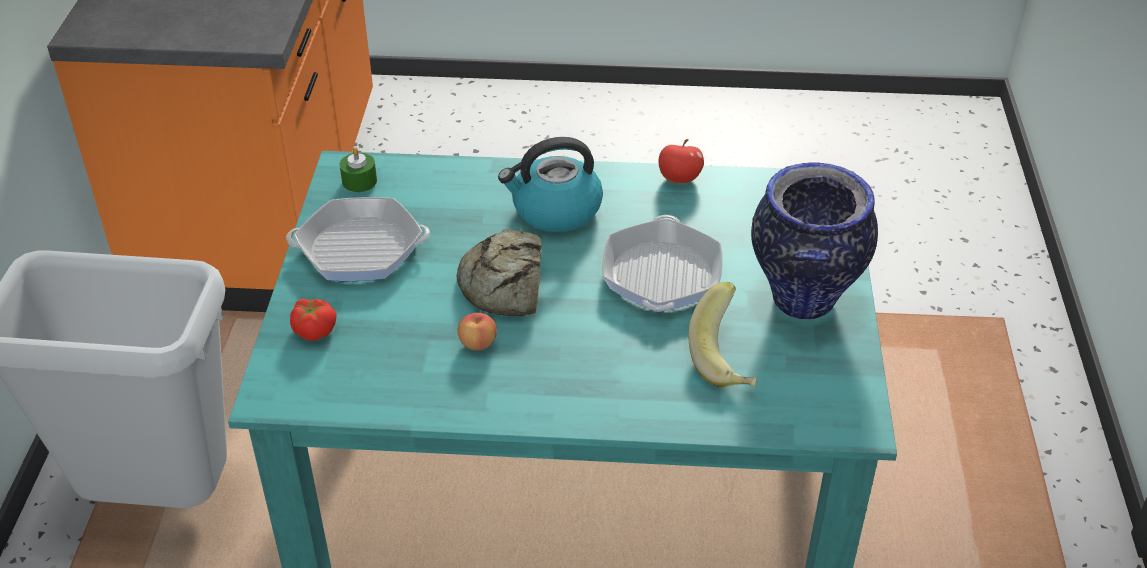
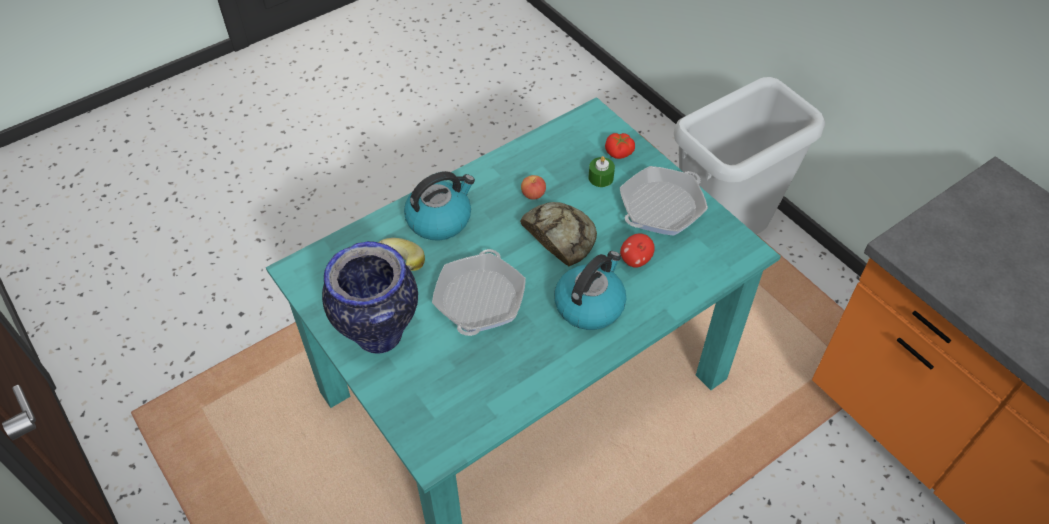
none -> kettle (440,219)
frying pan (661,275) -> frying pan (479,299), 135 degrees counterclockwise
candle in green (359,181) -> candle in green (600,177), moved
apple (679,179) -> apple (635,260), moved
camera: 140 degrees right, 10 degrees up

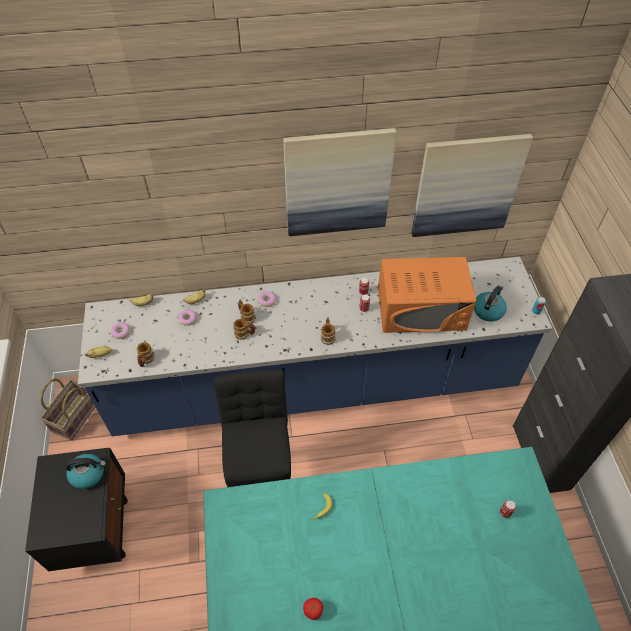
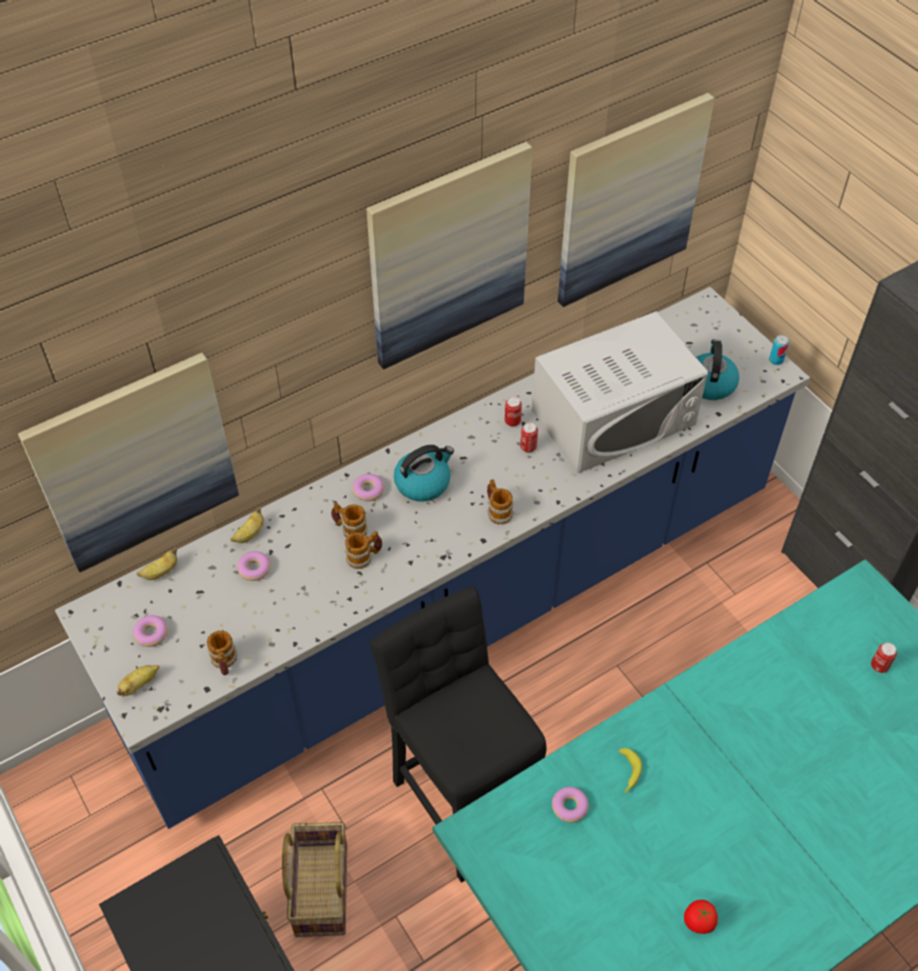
none -> picture (135,462)
basket (74,416) -> basket (319,889), moved
kettle (88,474) -> kettle (423,482), moved
microwave in orange (421,309) -> microwave in white (614,417)
none -> donut (569,806)
camera: 25 degrees left, 0 degrees up

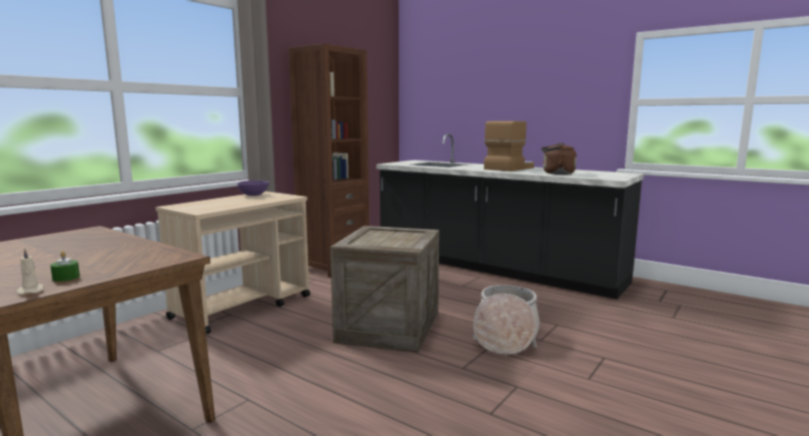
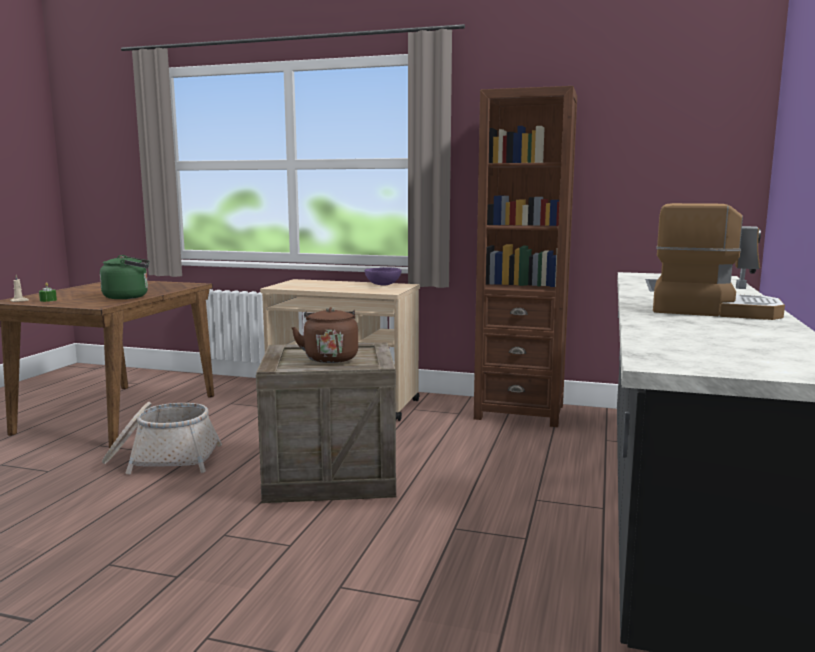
none -> kettle in green (129,297)
basket (505,336) -> basket (162,459), moved
kettle in brown (556,173) -> kettle in brown (330,358), moved
camera: 70 degrees right, 0 degrees up

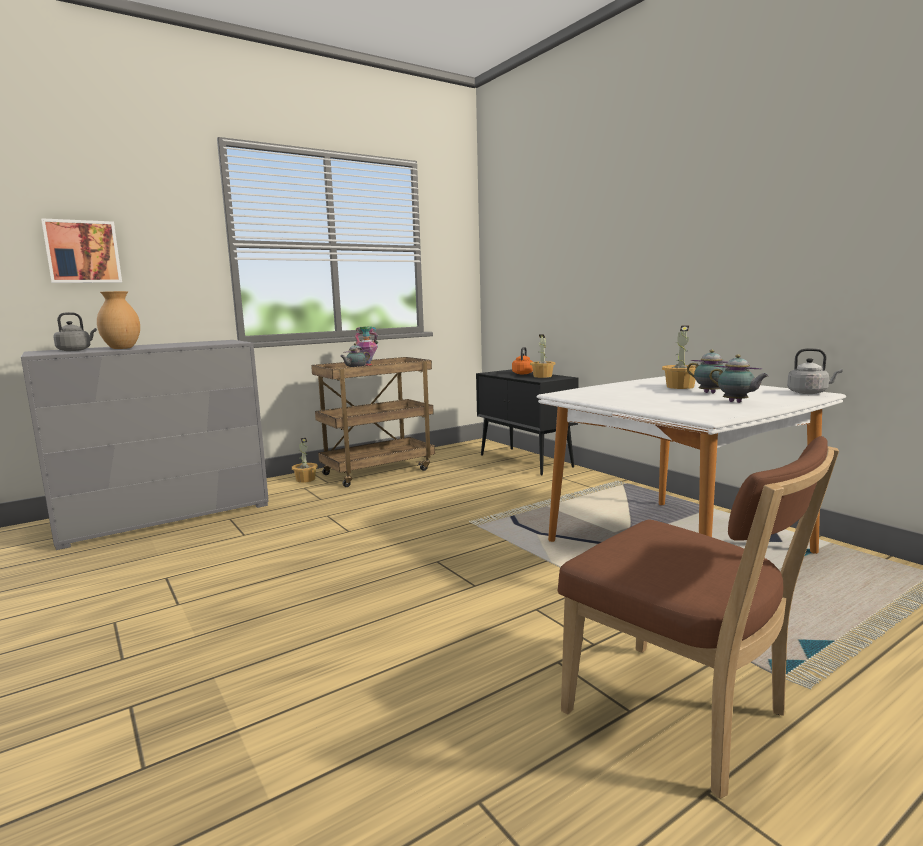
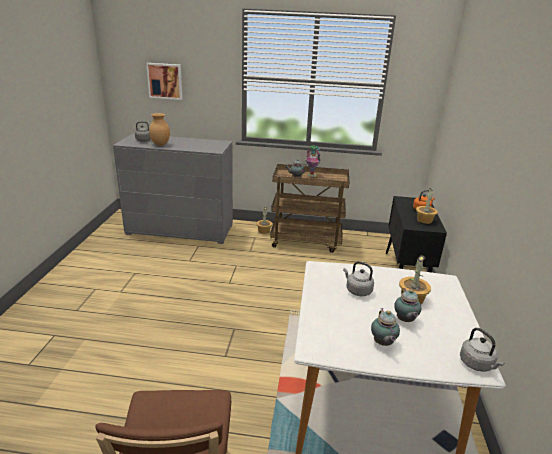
none -> kettle in grey (357,290)
camera: 40 degrees right, 15 degrees up

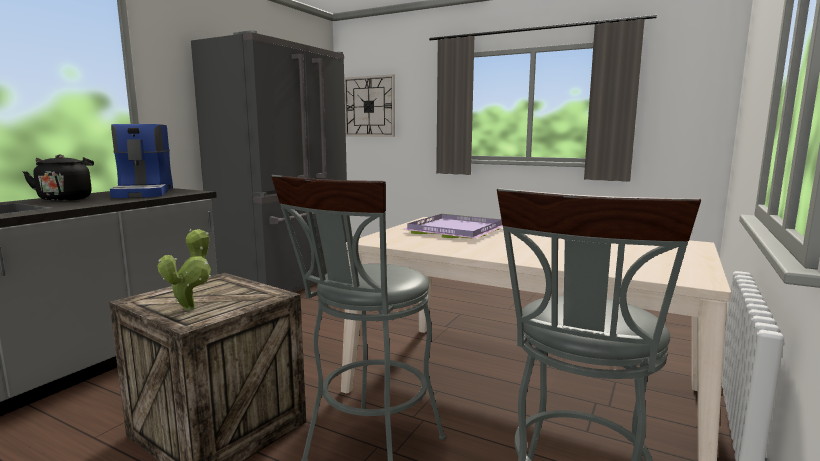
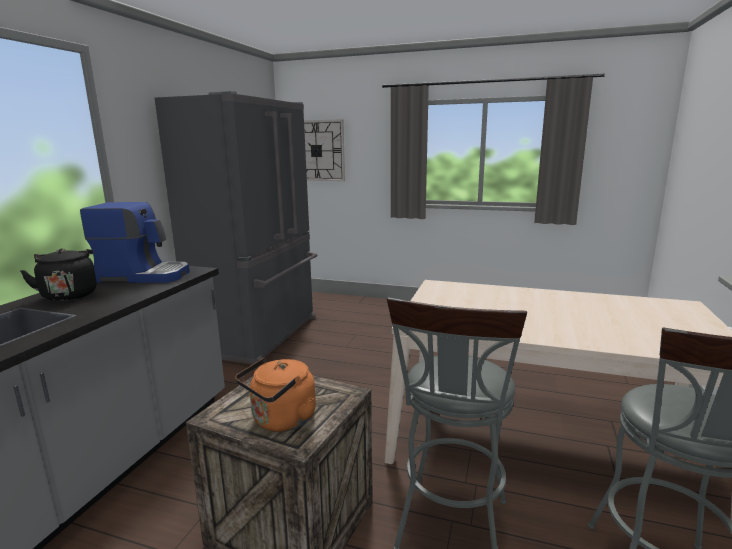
coffee machine (145,193) -> coffee machine (144,275), 60 degrees counterclockwise
potted plant (192,307) -> kettle in orange (281,421)
tray in purple (453,230) -> none
camera: 10 degrees left, 5 degrees up

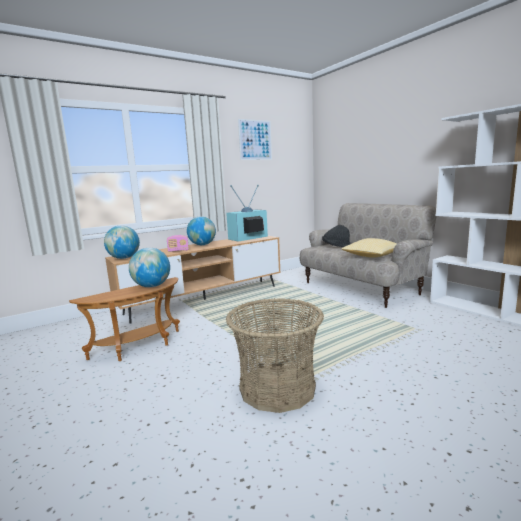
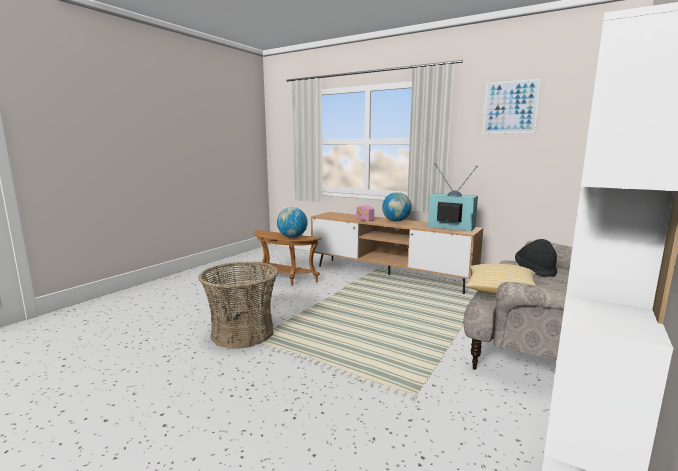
globe (124,258) -> none
camera: 65 degrees right, 0 degrees up

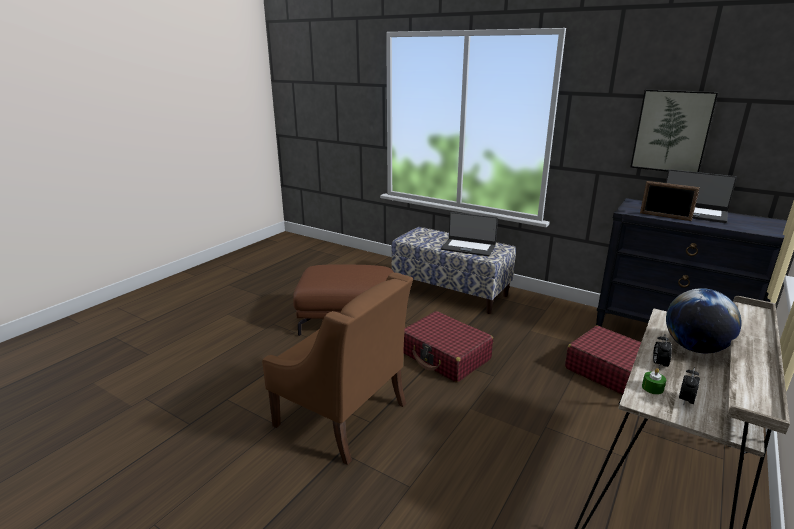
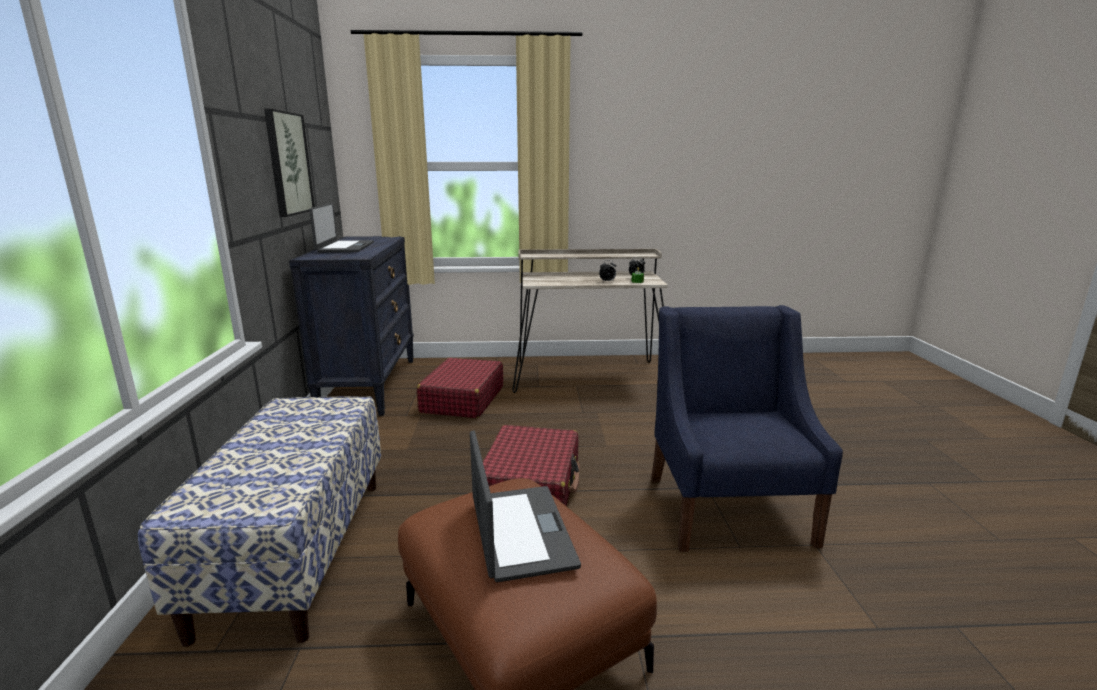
laptop (468,247) -> laptop (519,531), moved
armchair in brown (342,415) -> armchair in blue (728,508)
picture frame (665,217) -> none
globe (694,348) -> none
camera: 125 degrees left, 5 degrees down

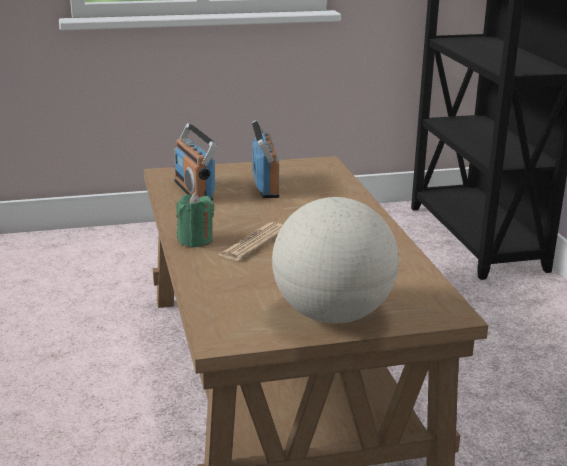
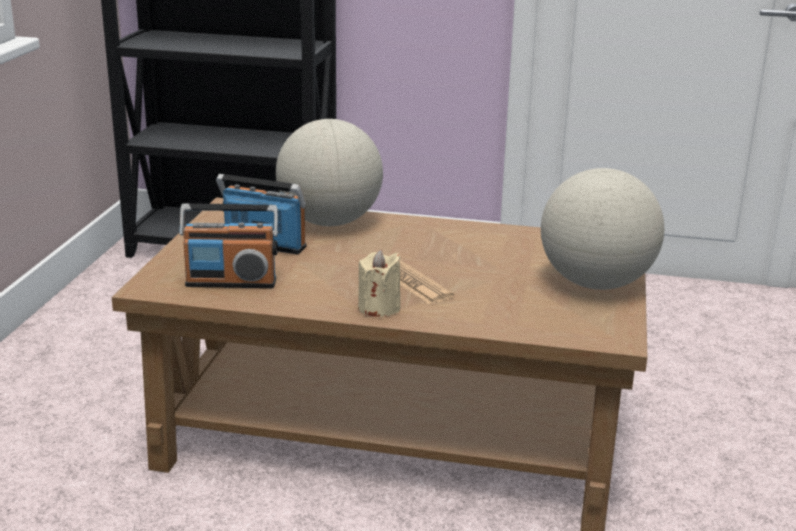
none -> globe (329,222)
candle in green (195,240) -> candle in beige (379,308)
camera: 65 degrees left, 0 degrees up

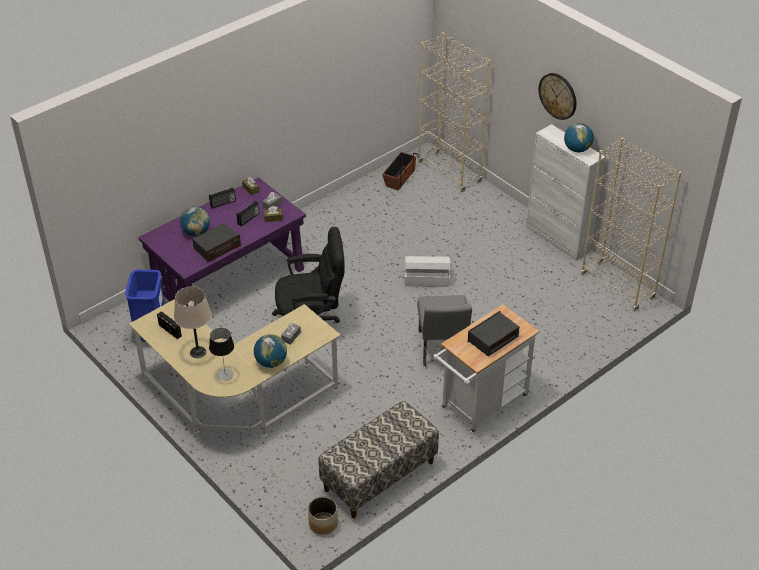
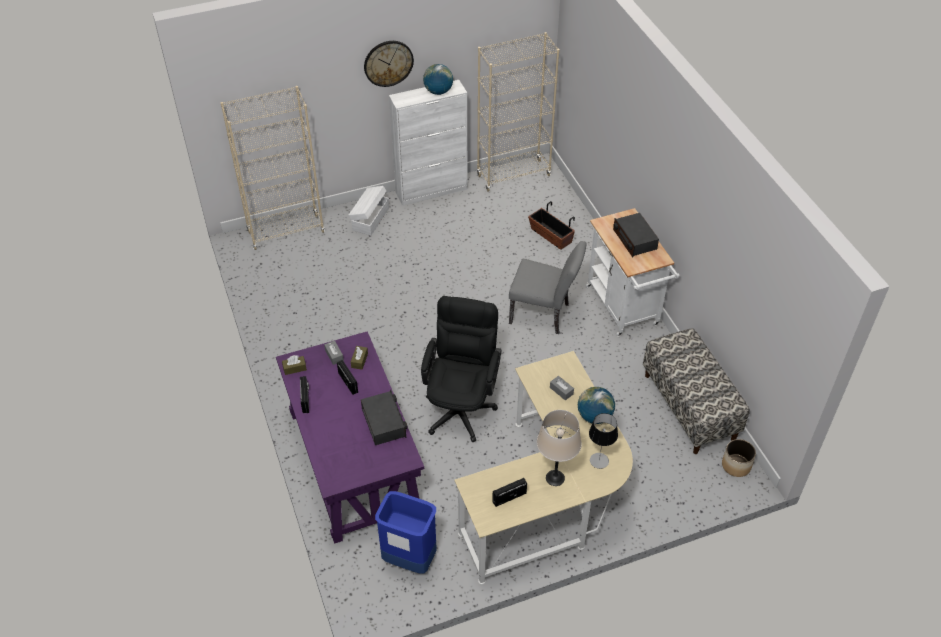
storage box in white (426,279) -> storage box in white (370,219), moved
planter (399,178) -> planter (550,236), moved
globe (196,232) -> none
camera: 70 degrees left, 5 degrees up

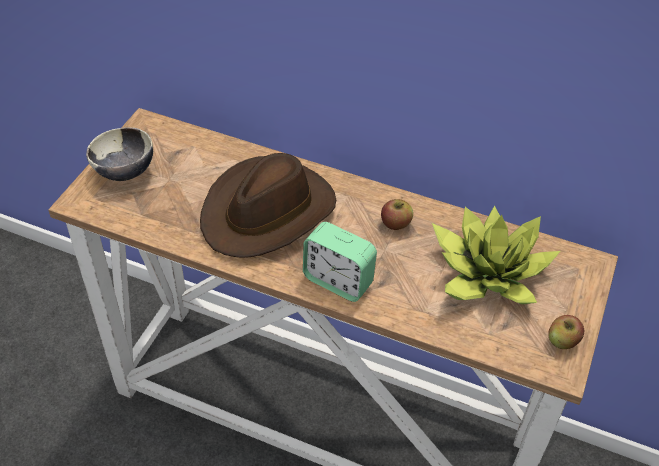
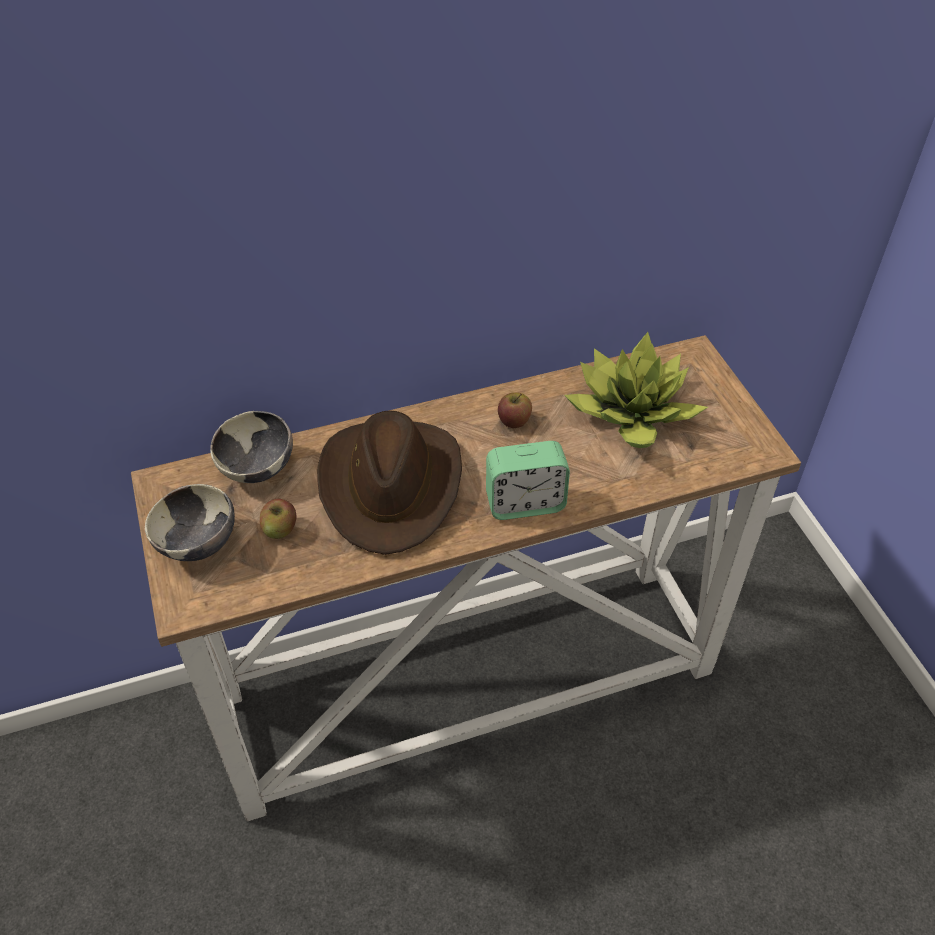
none -> bowl (258,469)
apple (562,341) -> apple (280,529), moved
camera: 40 degrees left, 0 degrees up

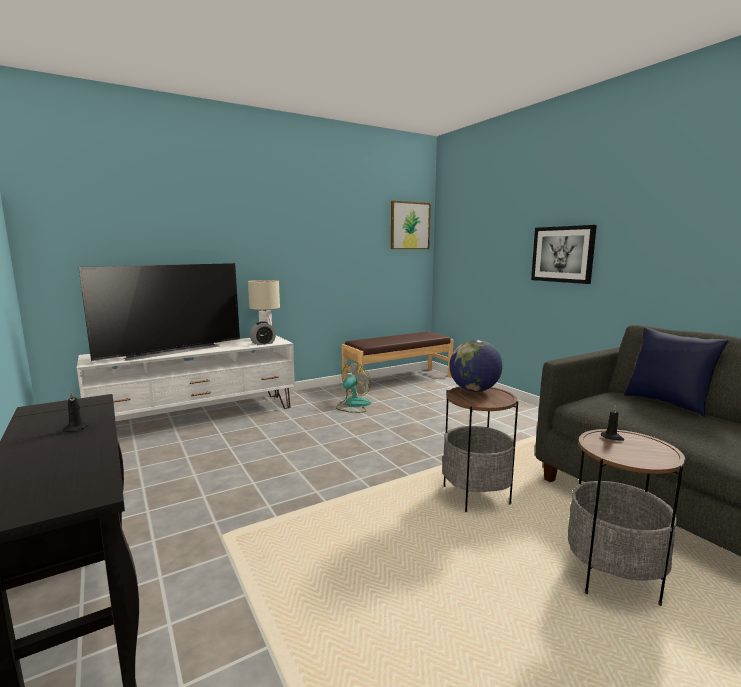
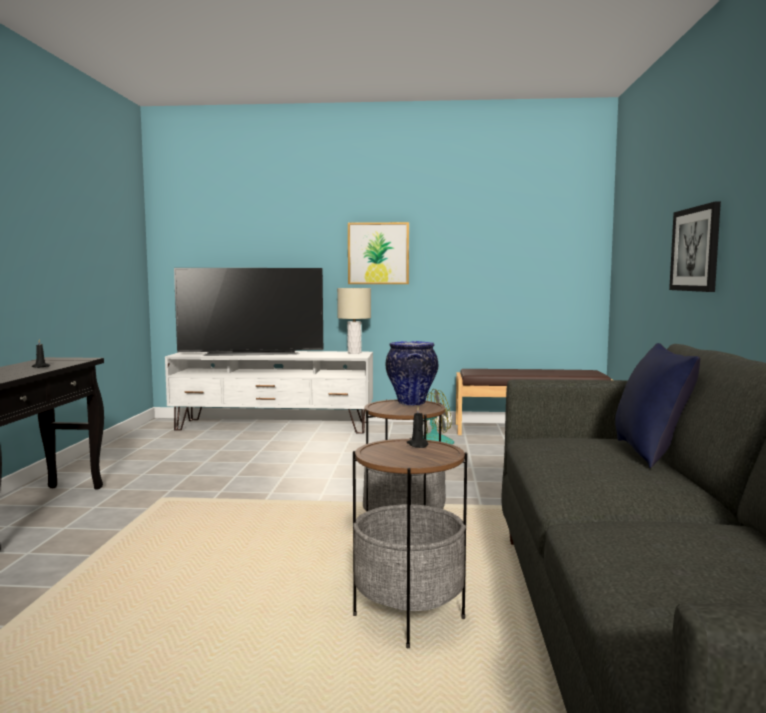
picture (409,226) -> picture (378,253), moved
globe (474,390) -> vase (411,403)
alarm clock (263,343) -> none
camera: 35 degrees right, 5 degrees down

